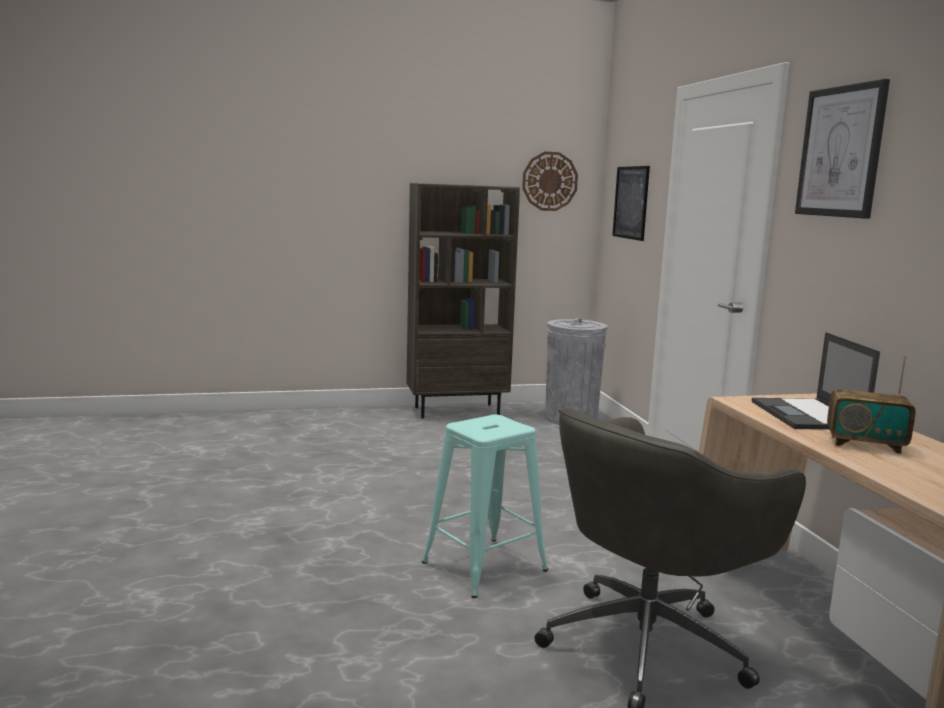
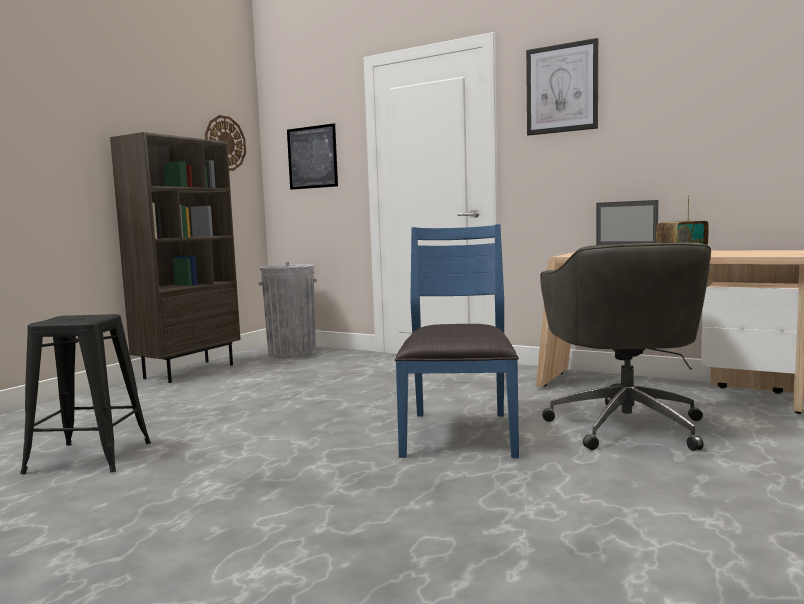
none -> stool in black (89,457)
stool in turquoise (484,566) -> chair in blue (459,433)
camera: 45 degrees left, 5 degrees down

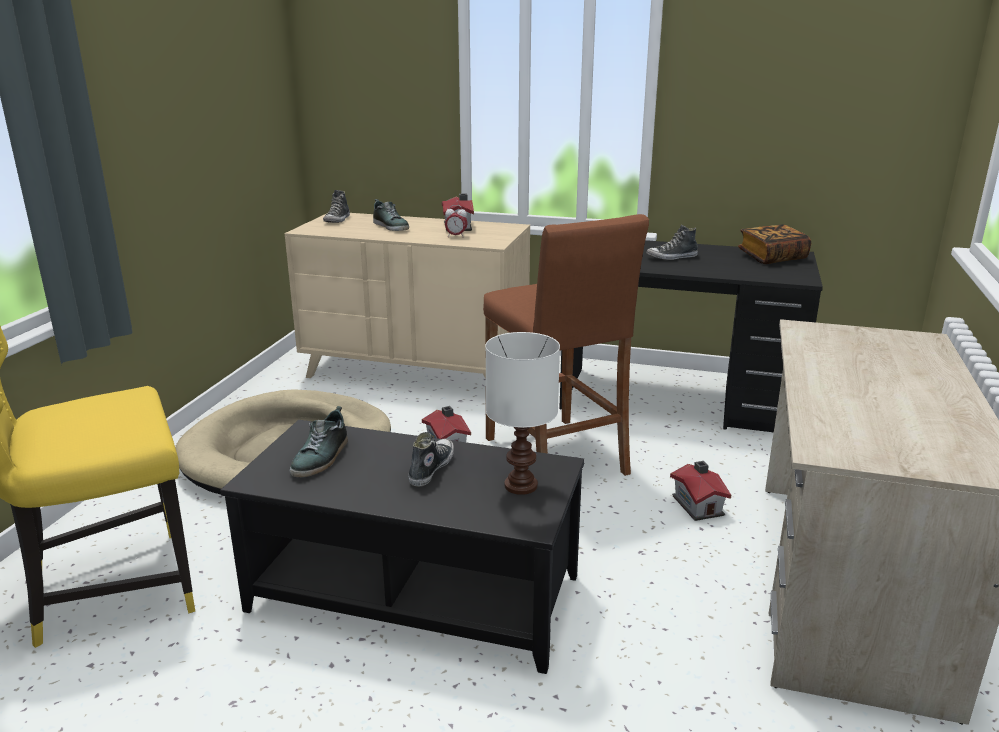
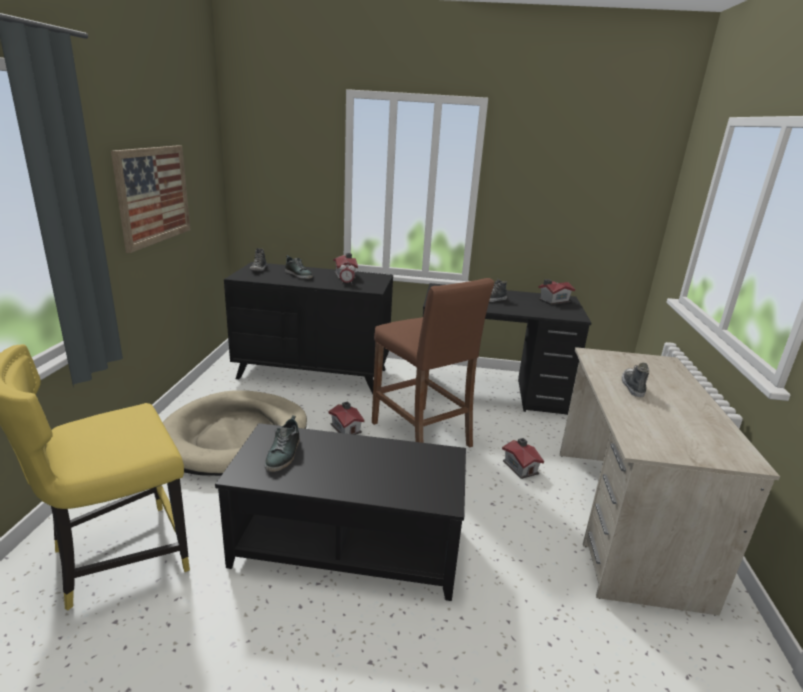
none -> picture (153,195)
dresser in beige (417,372) -> dresser in black (313,373)
book (772,257) -> toy house (553,300)
shoe (431,468) -> shoe (632,386), moved
table lamp in white (521,486) -> none
camera: 10 degrees left, 0 degrees up

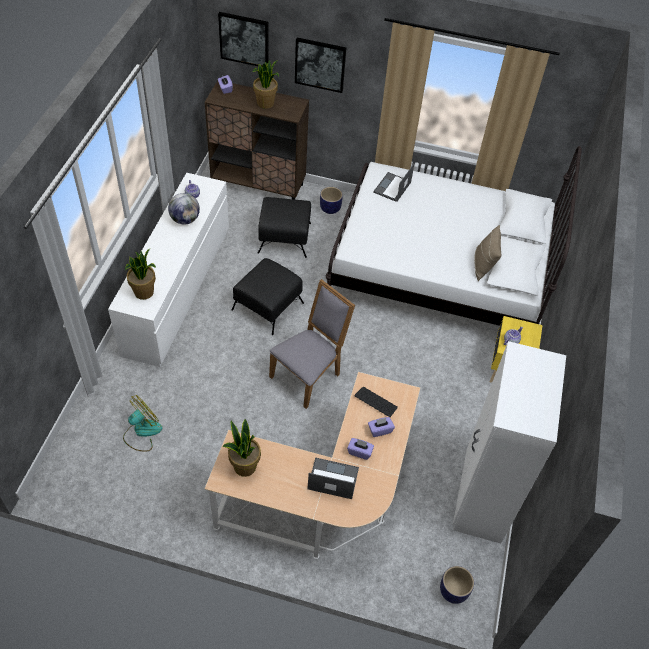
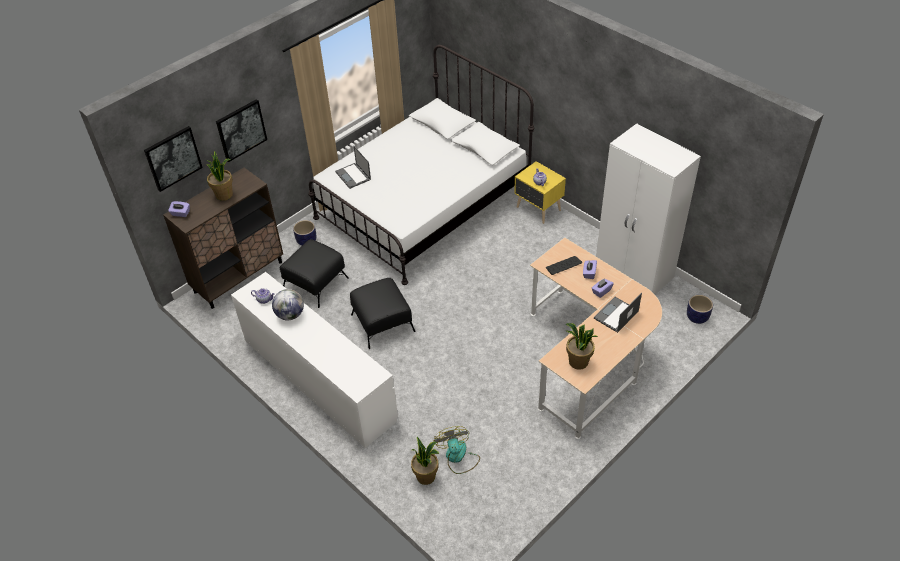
potted plant (144,292) -> potted plant (426,476), moved
chair in grey (309,375) -> none
pillow in beige (483,266) -> none
camera: 55 degrees left, 5 degrees down

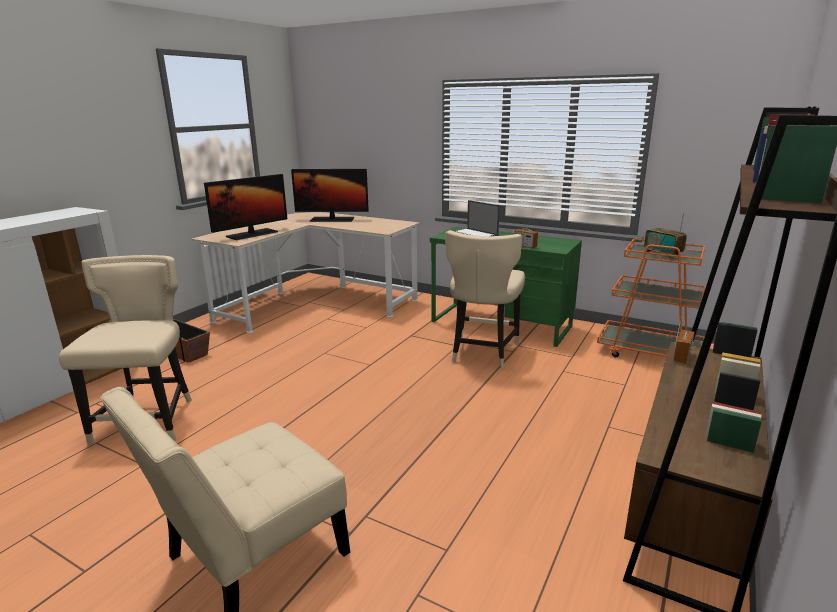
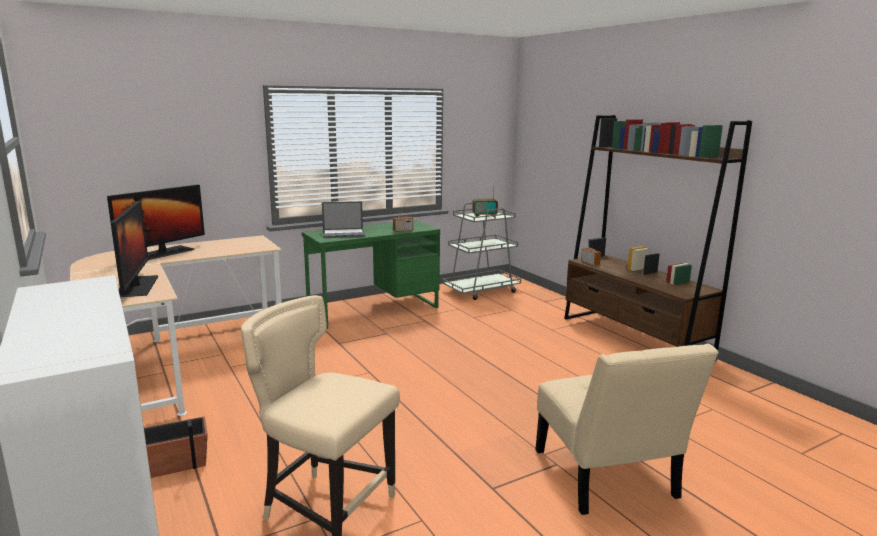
cart in orange (649,352) -> cart in grey (481,290)
chair in beige (482,352) -> none
camera: 60 degrees left, 5 degrees down

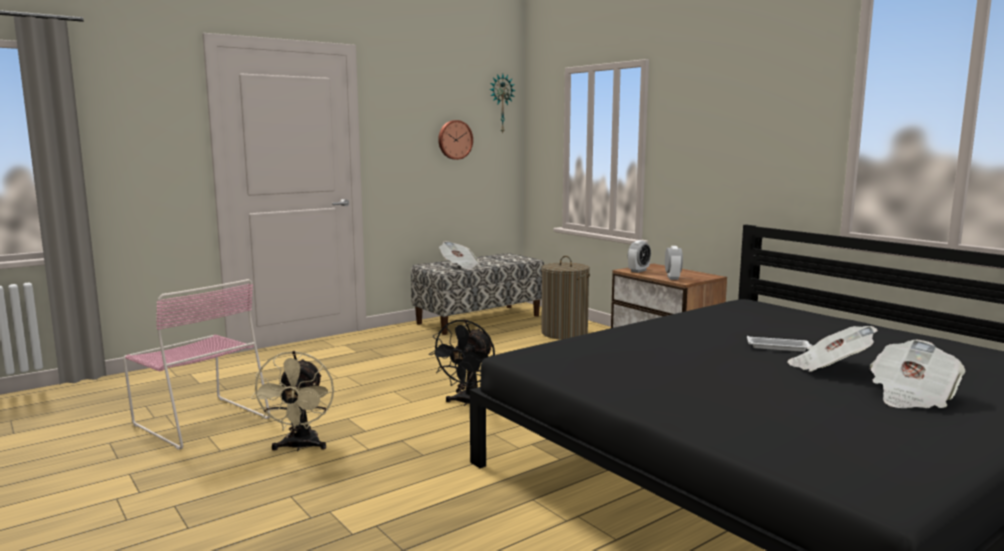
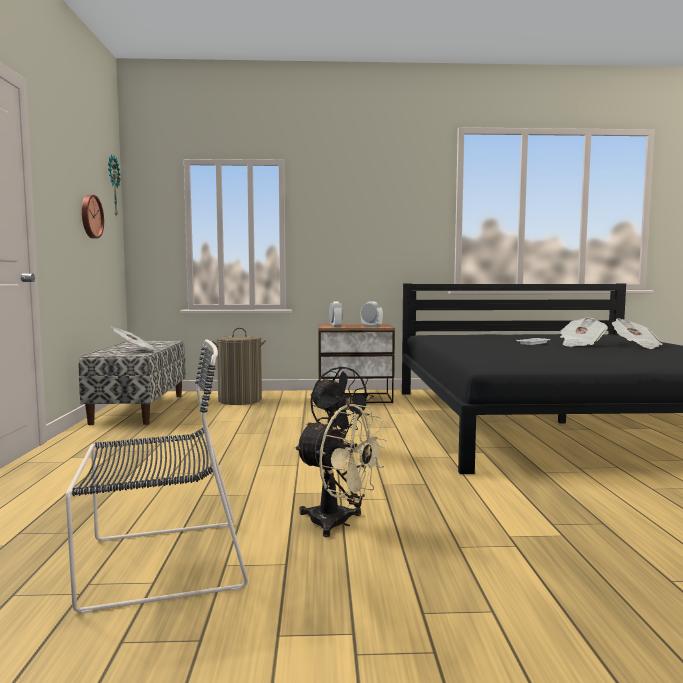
chair in pink (199,420) -> chair in black (158,563)
camera: 55 degrees left, 5 degrees down

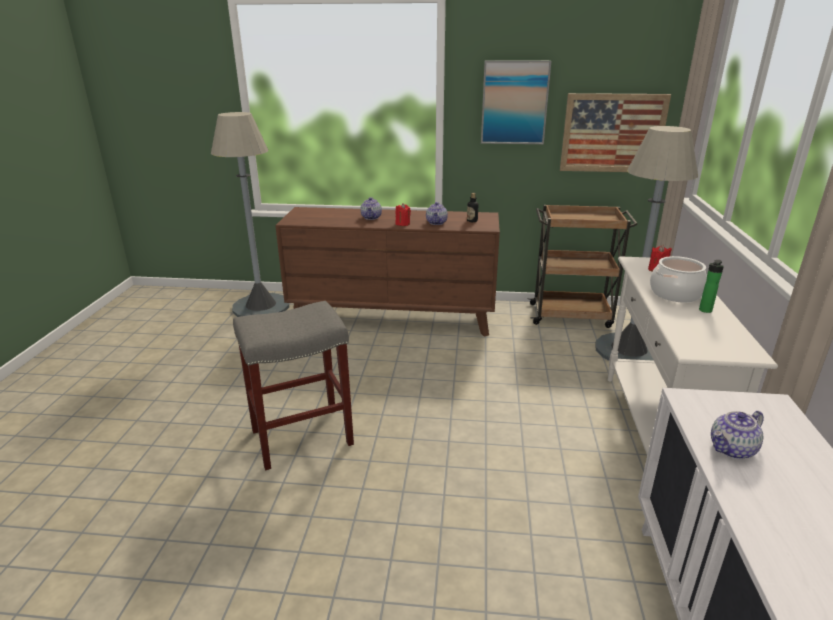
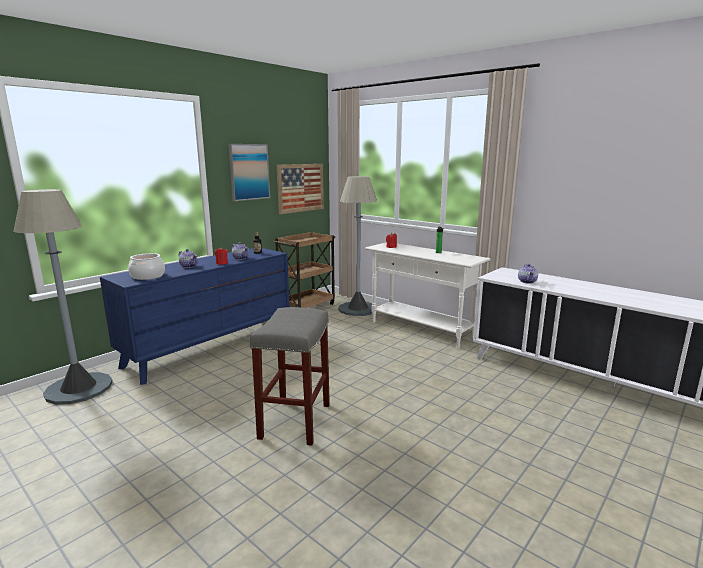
dresser in brown (393,318) -> dresser in blue (211,347)
cooking pot (675,293) -> cooking pot (148,276), moved
camera: 55 degrees left, 10 degrees down

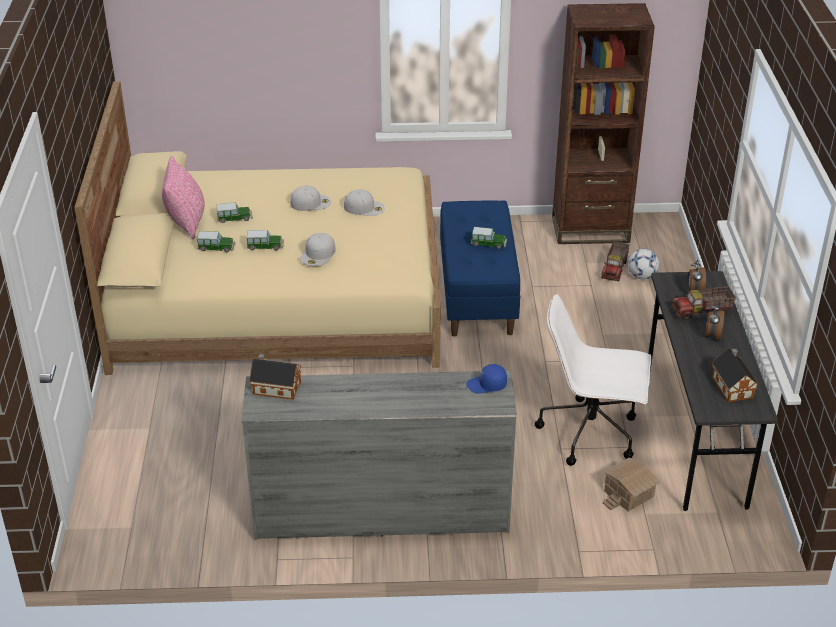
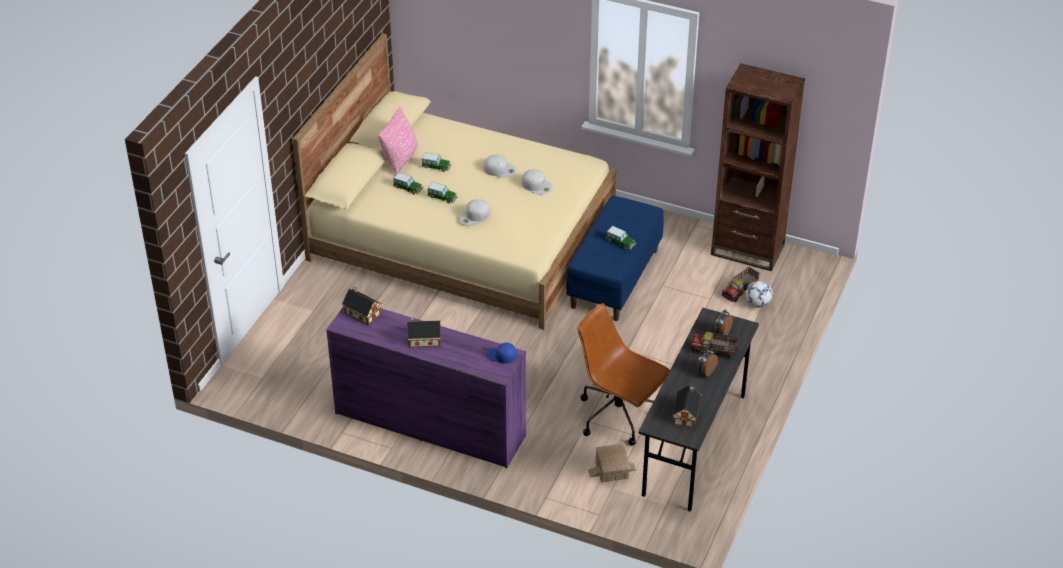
dresser in grey (381,513) -> dresser in purple (429,424)
none -> toy house (423,339)
office chair in white (591,433) -> office chair in brown (619,416)
camera: 25 degrees right, 5 degrees up

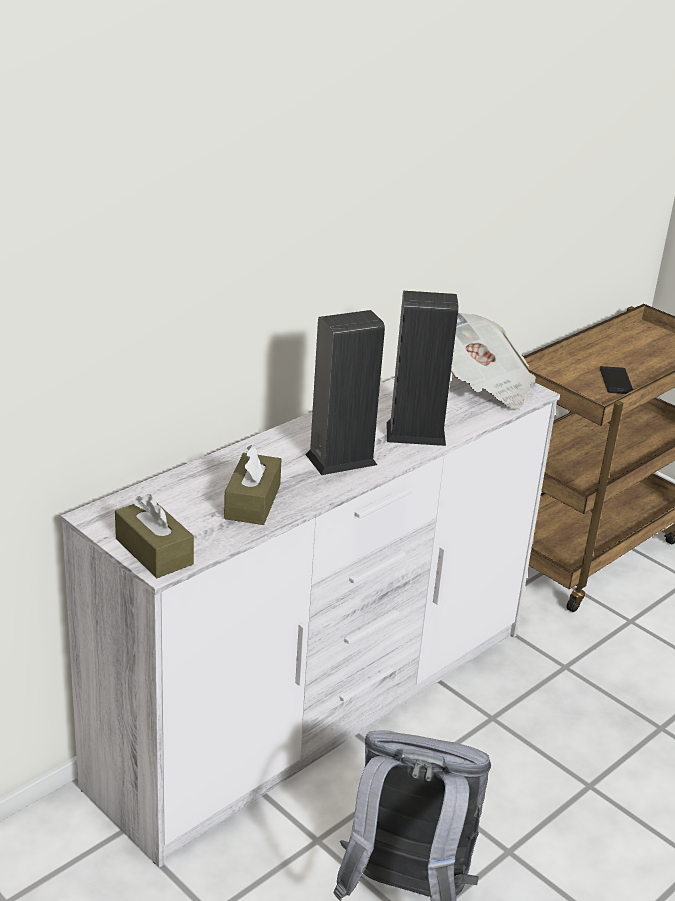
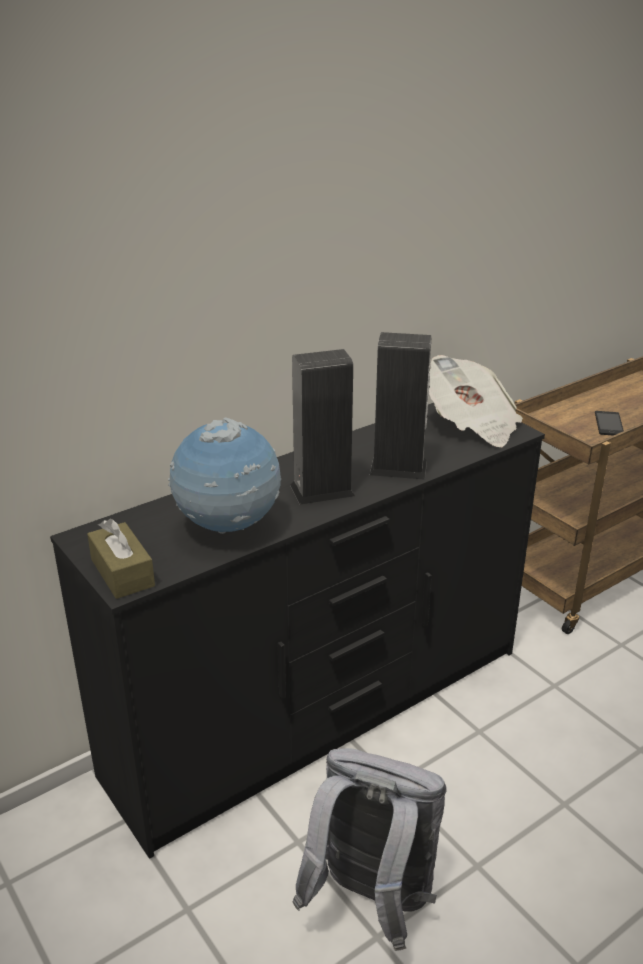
dresser in white (320,706) -> dresser in black (322,712)
tissue box in brown (252,502) -> globe (228,528)
camera: 10 degrees right, 0 degrees up

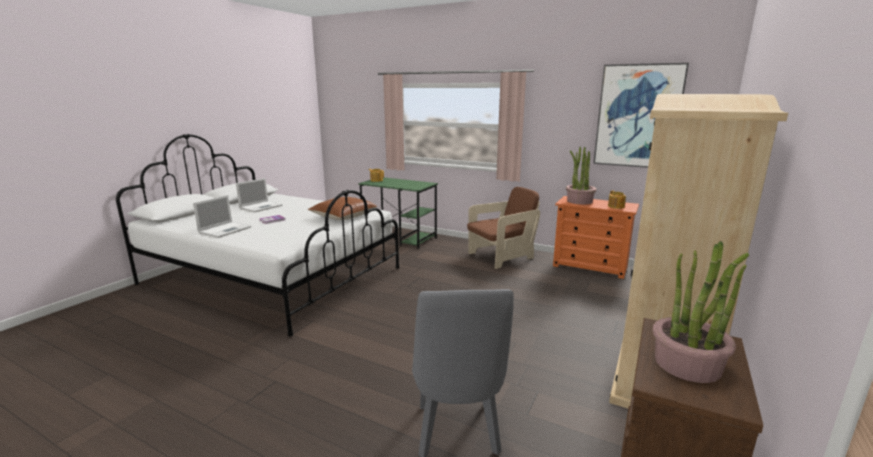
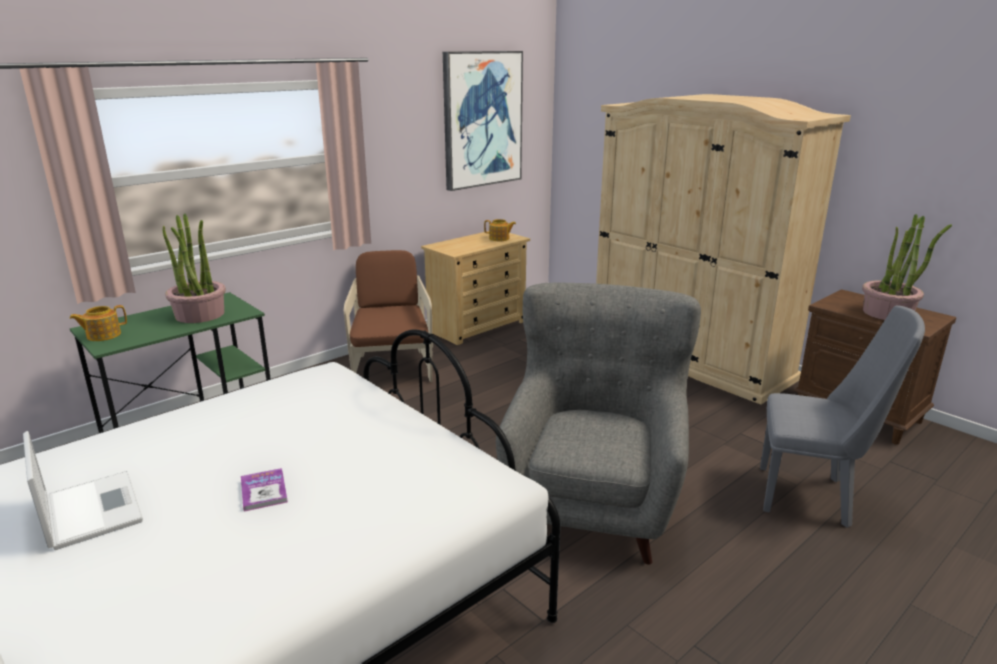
potted plant (579,201) -> potted plant (199,314), moved
dresser in orange (590,266) -> dresser in beige (477,326)
none -> armchair in grey (592,503)
laptop (225,230) -> none
pillow in brown (343,216) -> none
camera: 70 degrees left, 5 degrees up

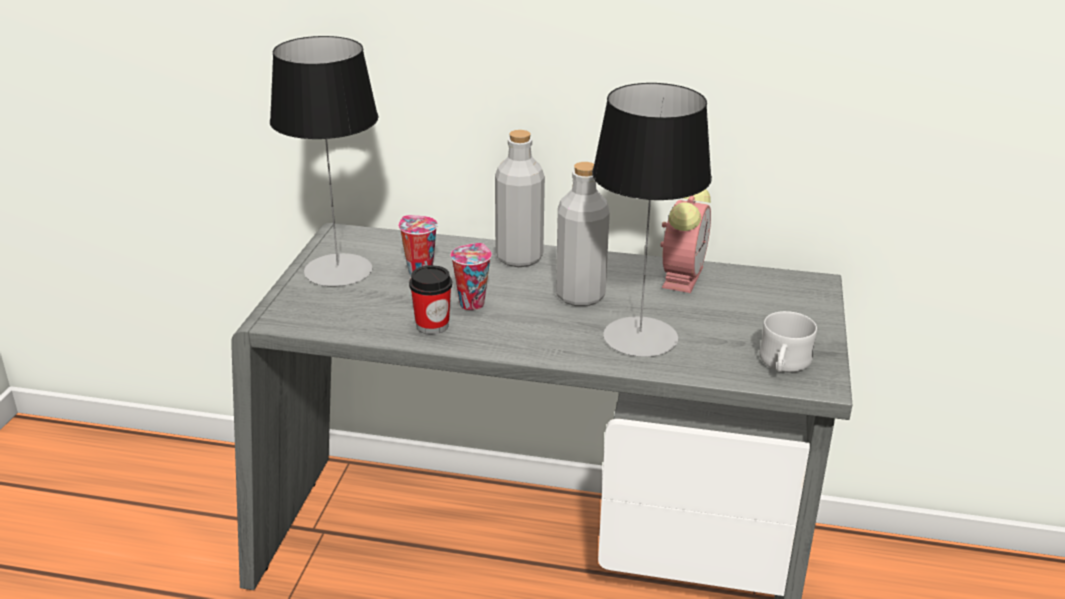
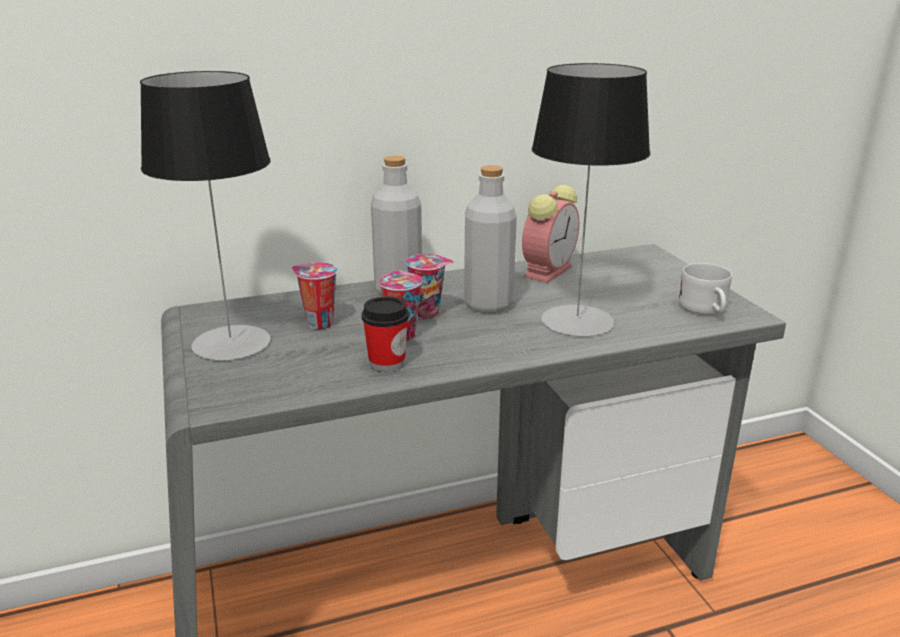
none -> cup (428,313)
alarm clock (682,276) -> alarm clock (548,270), 45 degrees clockwise
camera: 30 degrees left, 5 degrees down

